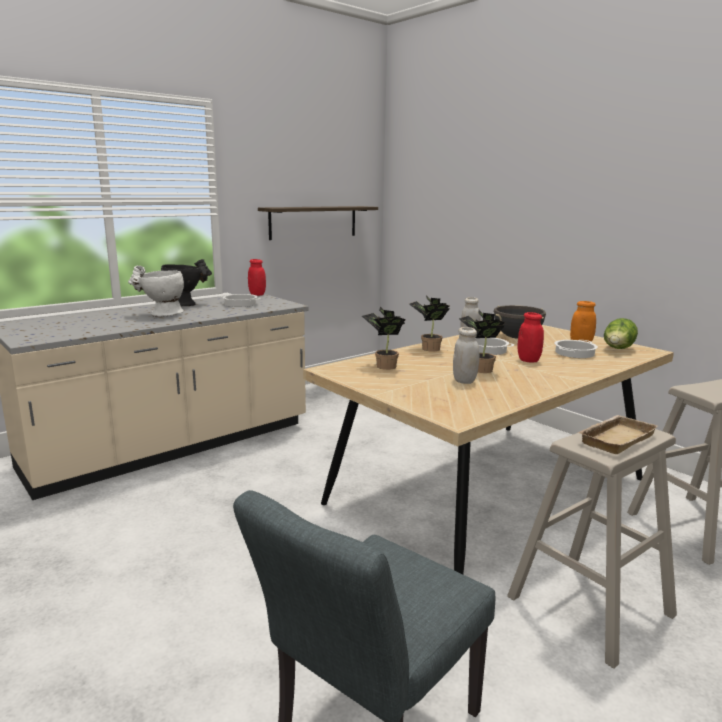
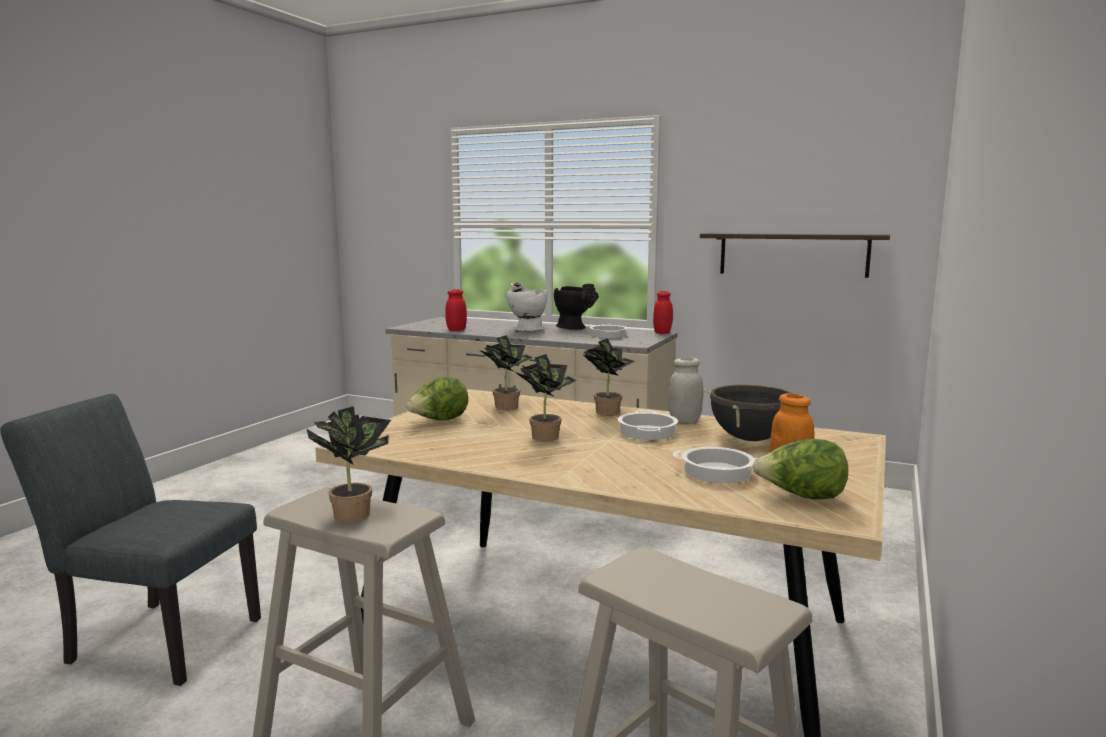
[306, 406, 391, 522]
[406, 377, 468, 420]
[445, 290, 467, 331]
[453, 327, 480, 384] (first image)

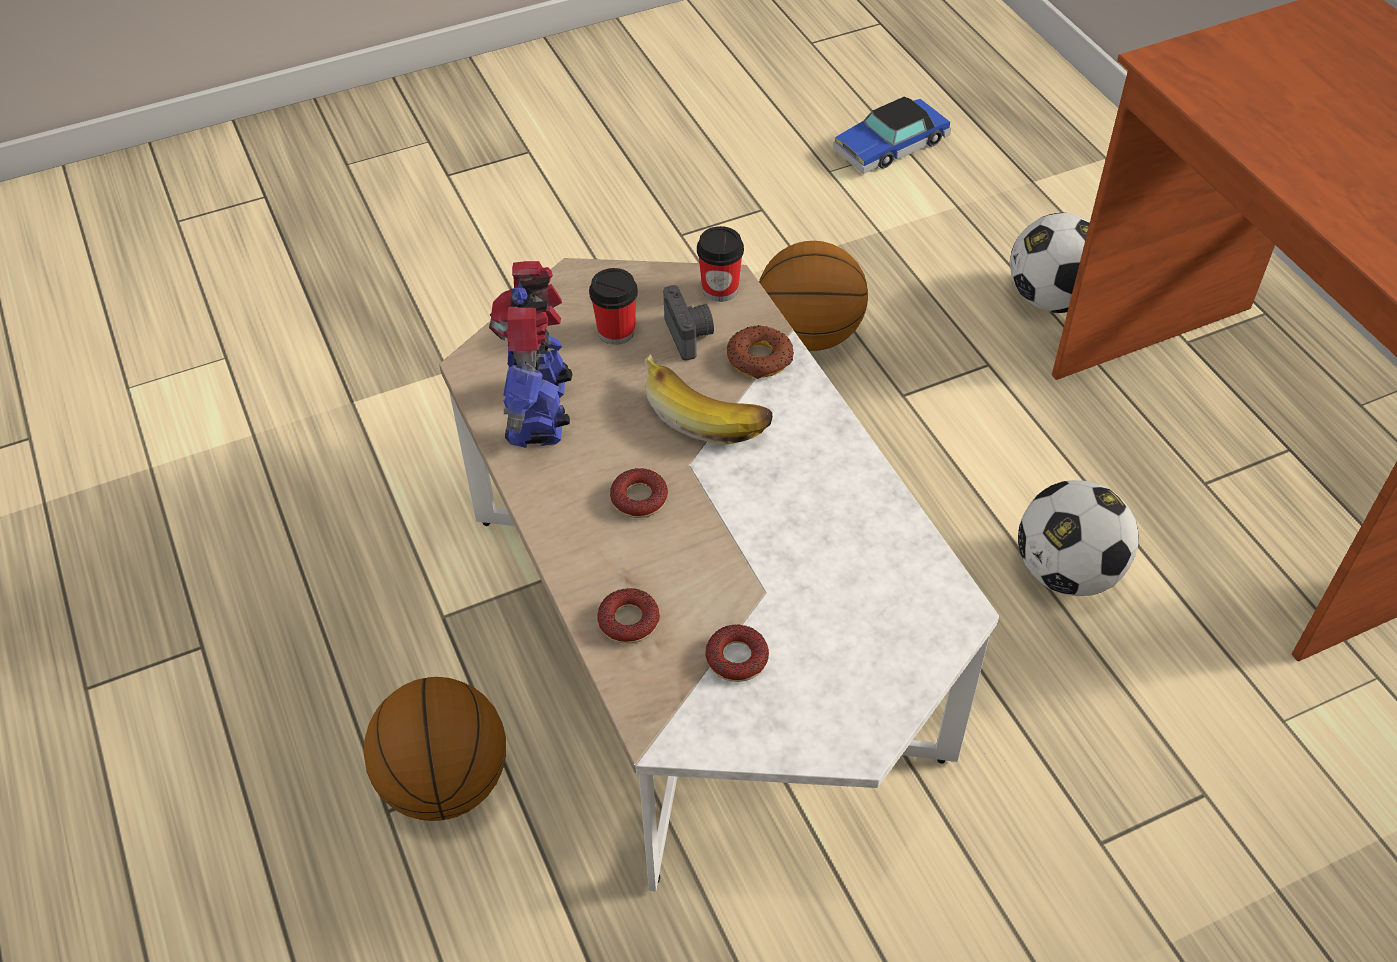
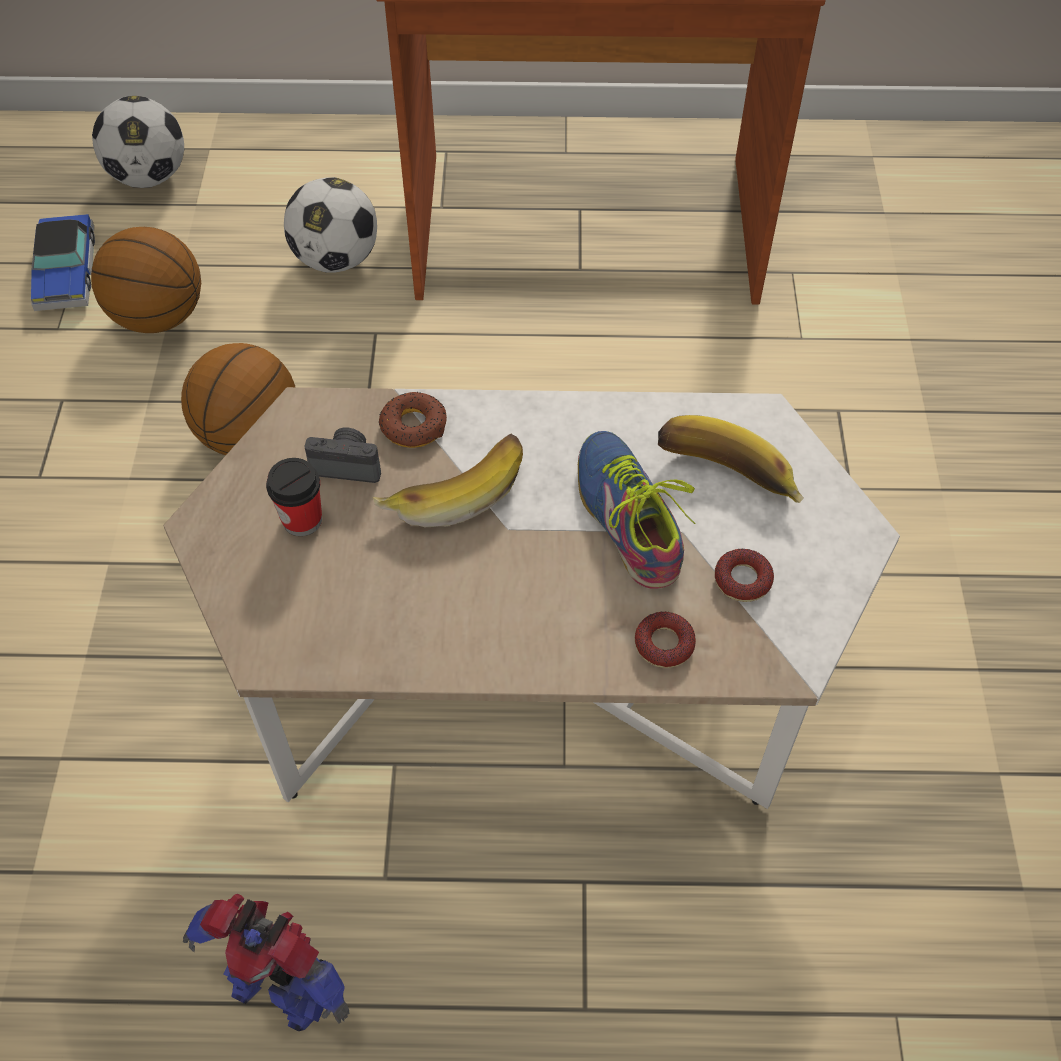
[91, 227, 201, 333]
[92, 96, 184, 188]
[183, 894, 349, 1031]
[578, 431, 695, 589]
[658, 415, 804, 503]
[610, 468, 668, 518] (first image)
[697, 226, 744, 302] (first image)

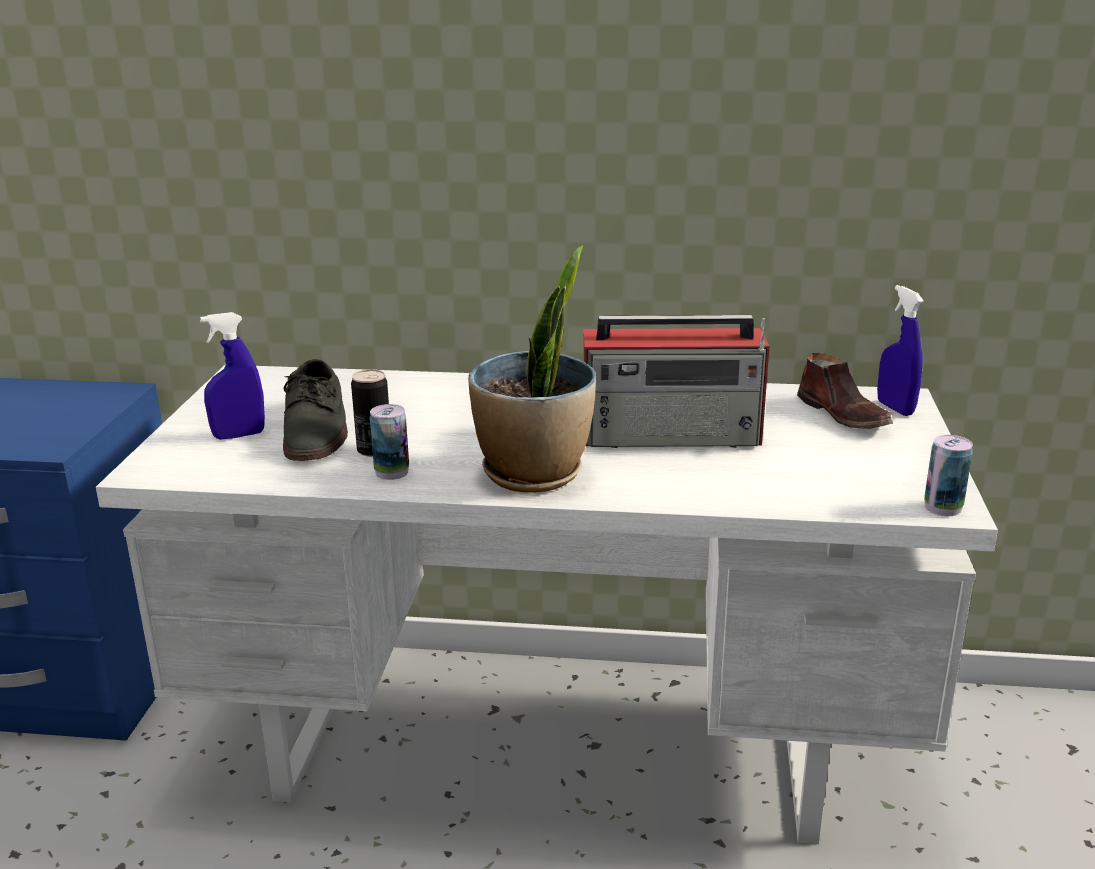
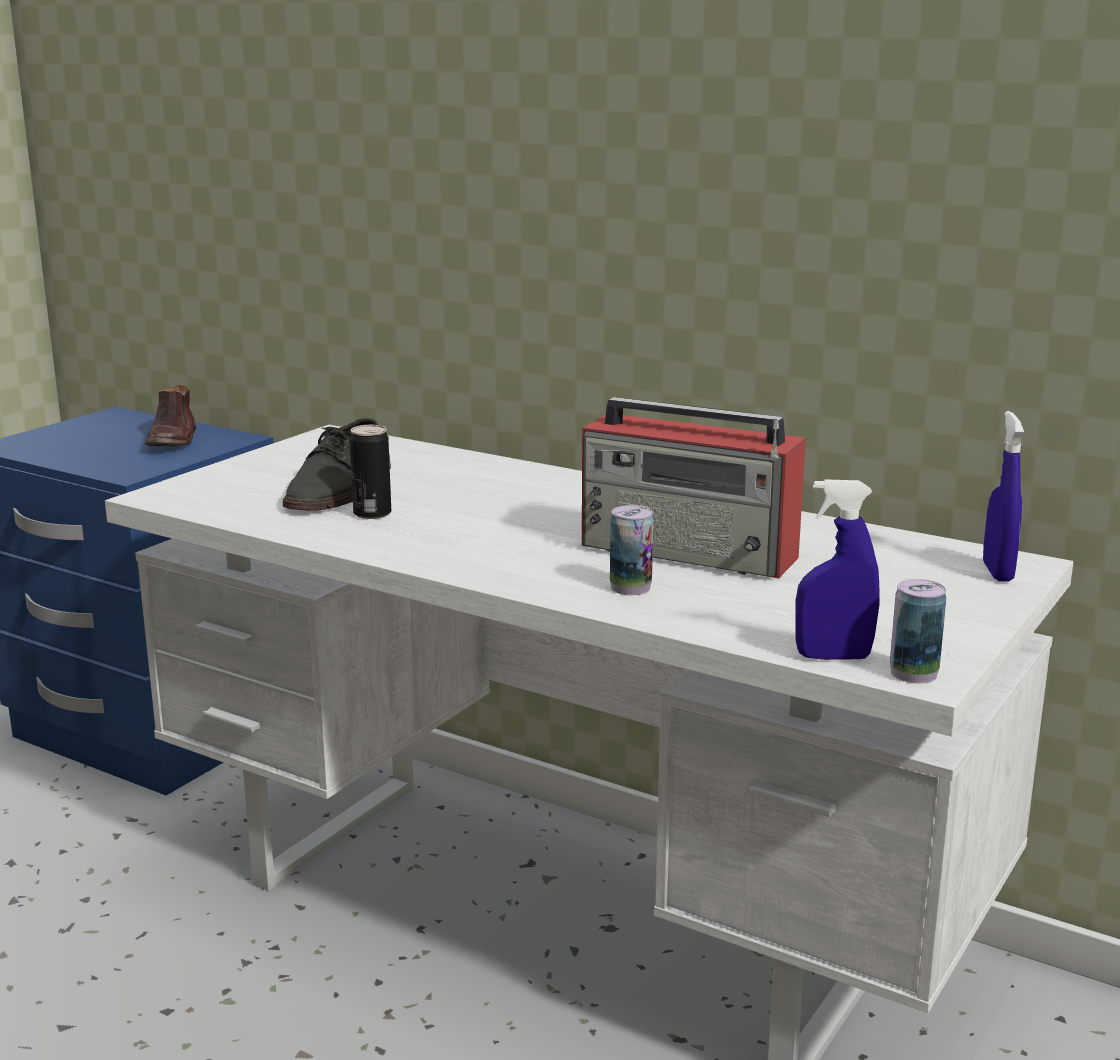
[144, 385, 196, 447]
[610, 505, 653, 595]
[795, 479, 879, 660]
[468, 245, 596, 493] (first image)

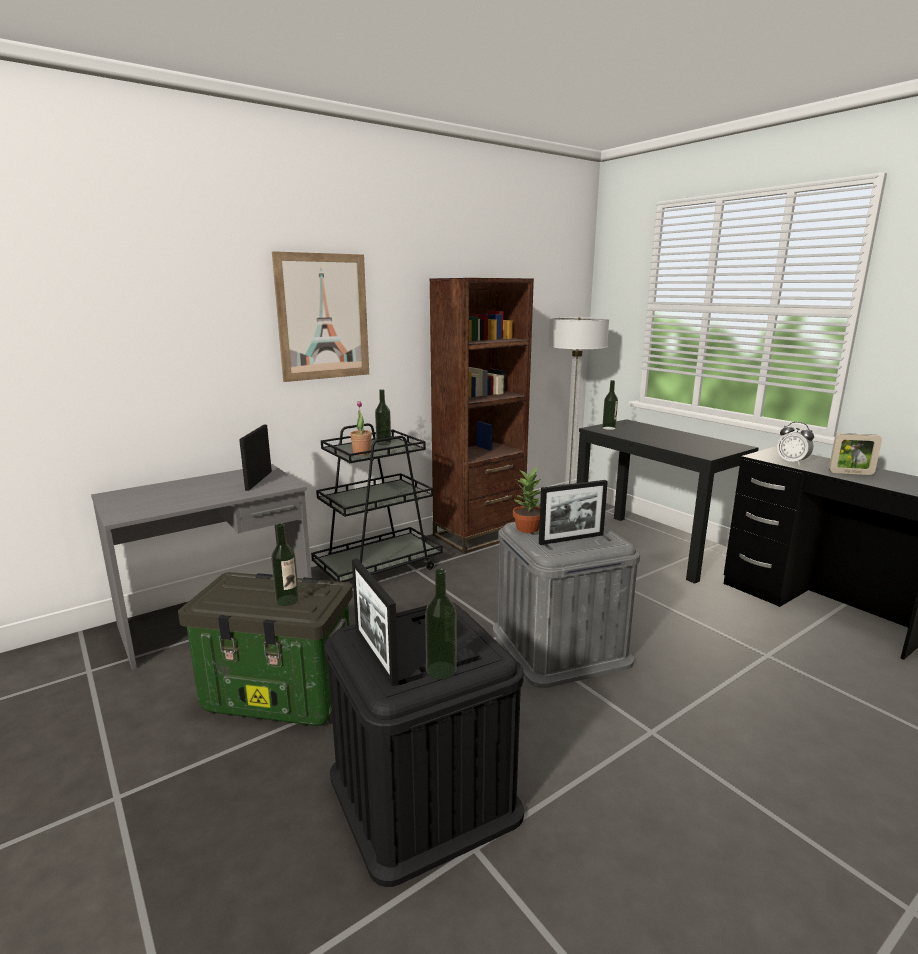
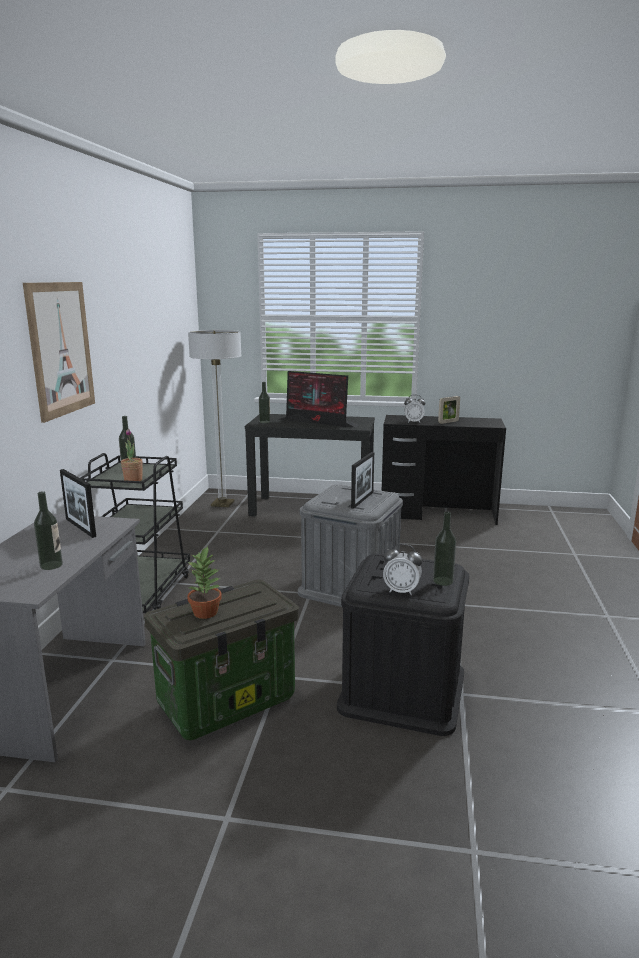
[34, 491, 63, 570]
[187, 546, 222, 619]
[278, 371, 359, 427]
[383, 544, 422, 595]
[429, 278, 534, 554] (first image)

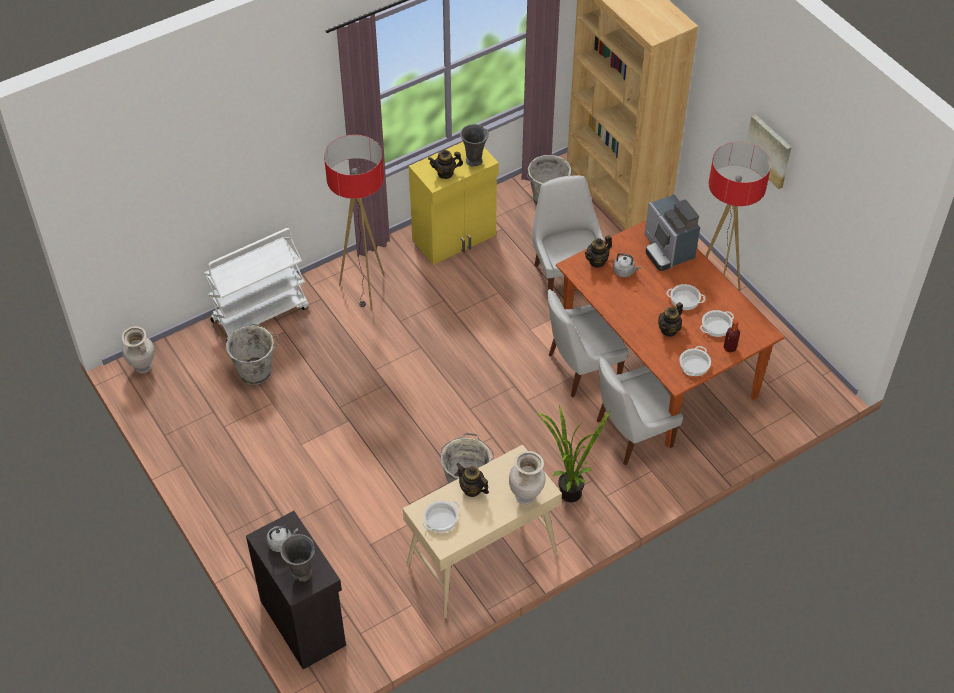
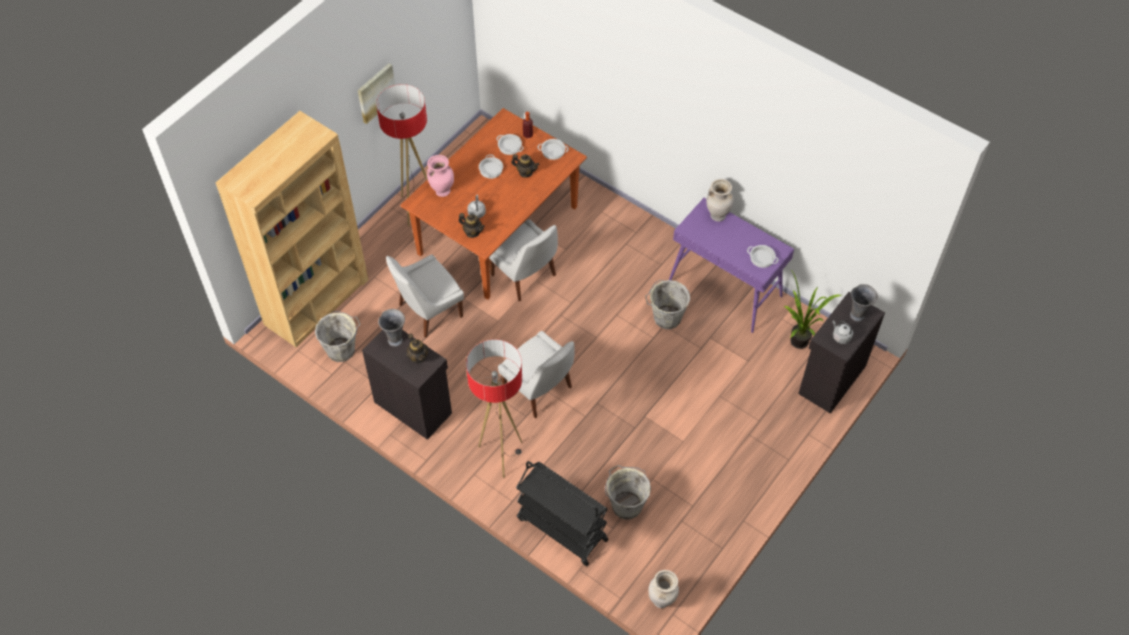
[362, 330, 452, 440]
[427, 155, 454, 197]
[498, 331, 575, 418]
[516, 461, 609, 566]
[669, 198, 794, 333]
[784, 269, 841, 349]
[456, 463, 489, 497] (first image)

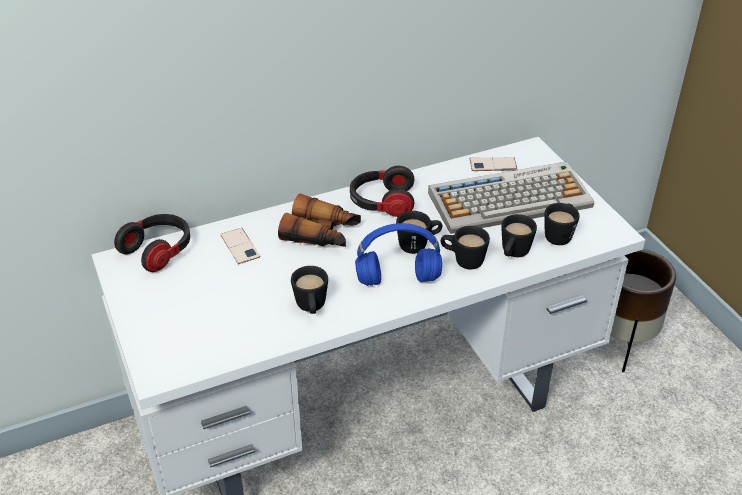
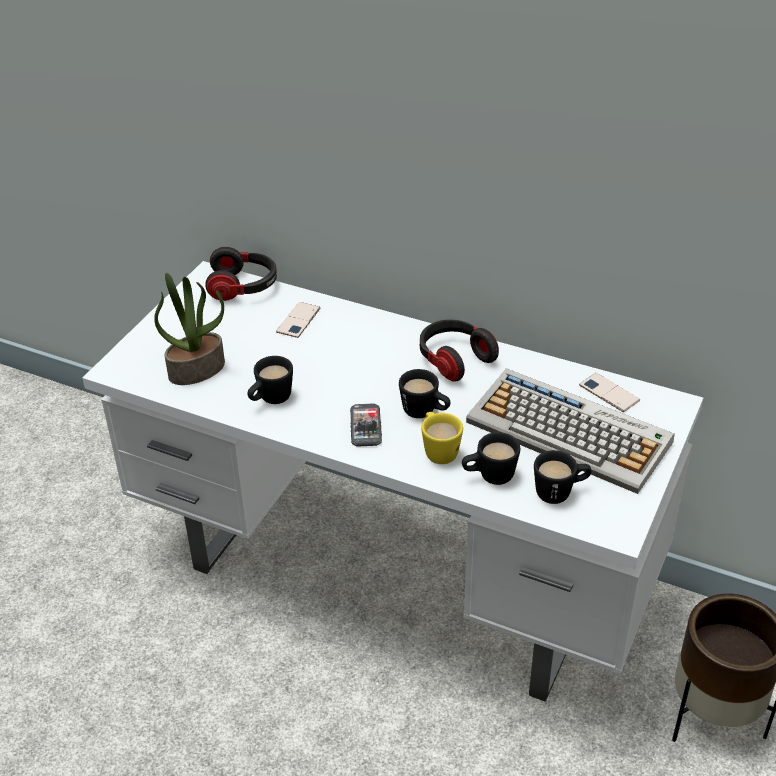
[154, 273, 225, 385]
[350, 404, 382, 446]
[421, 412, 463, 464]
[278, 194, 361, 247] (first image)

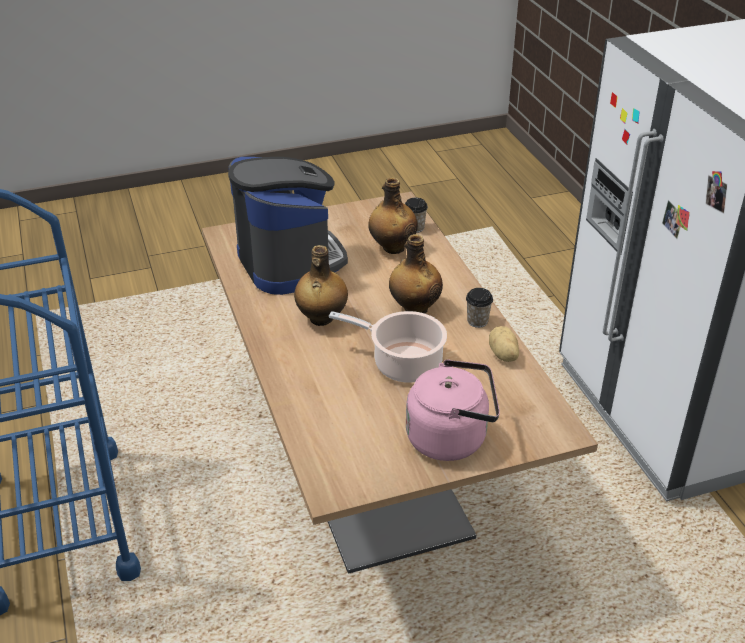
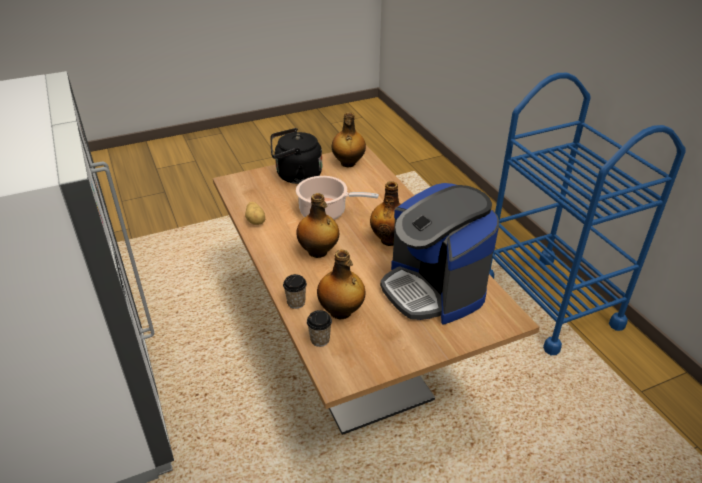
[270, 128, 322, 184]
[283, 274, 307, 309]
[332, 112, 366, 168]

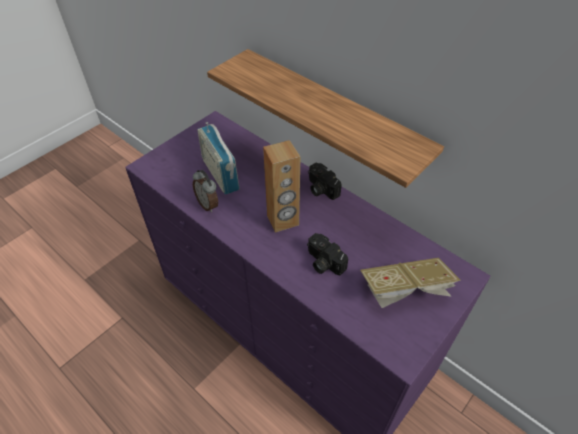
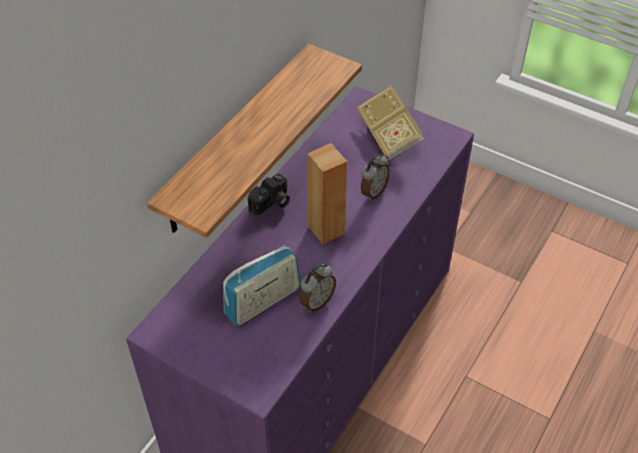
[361, 154, 390, 201]

